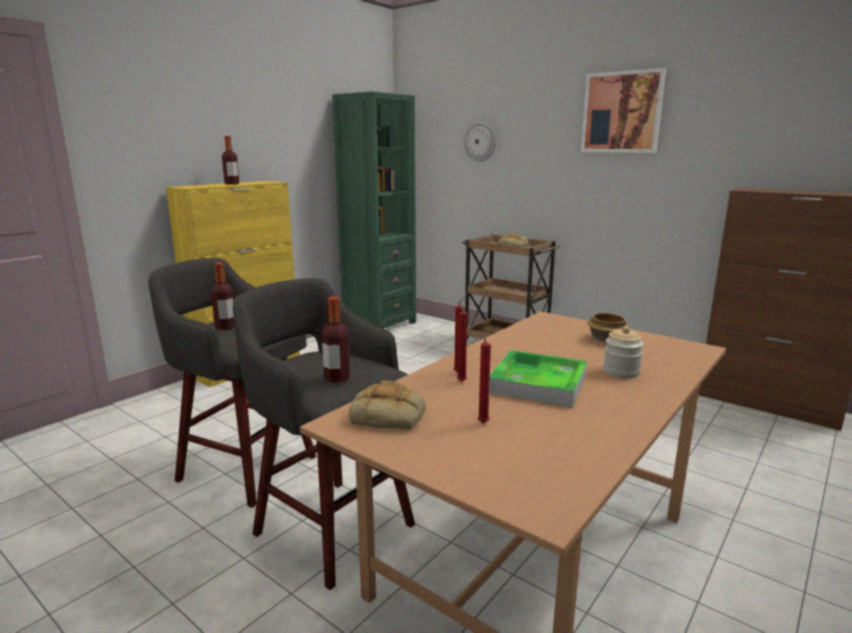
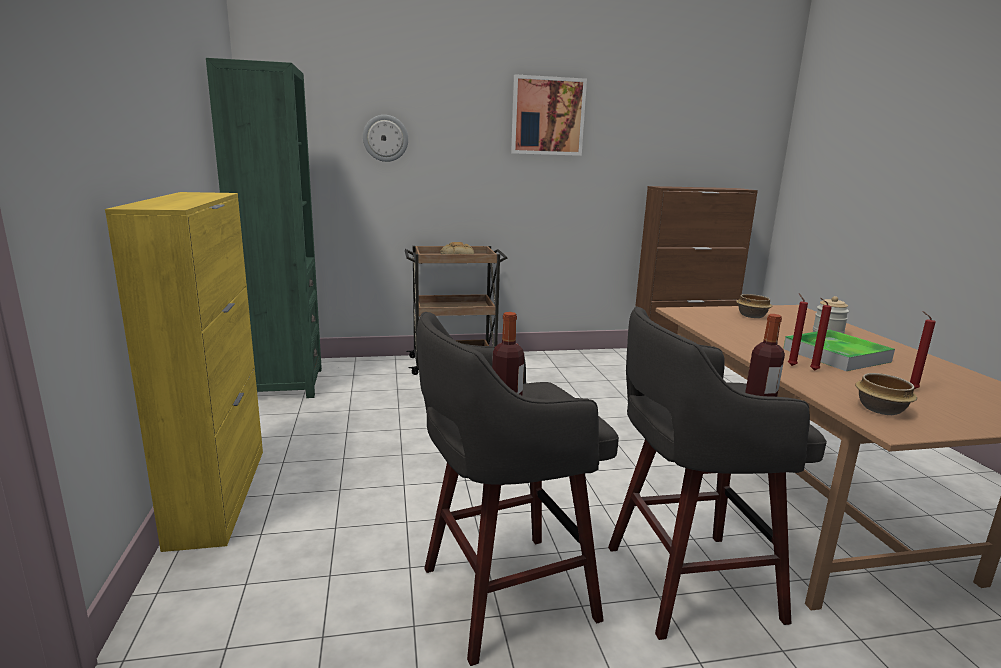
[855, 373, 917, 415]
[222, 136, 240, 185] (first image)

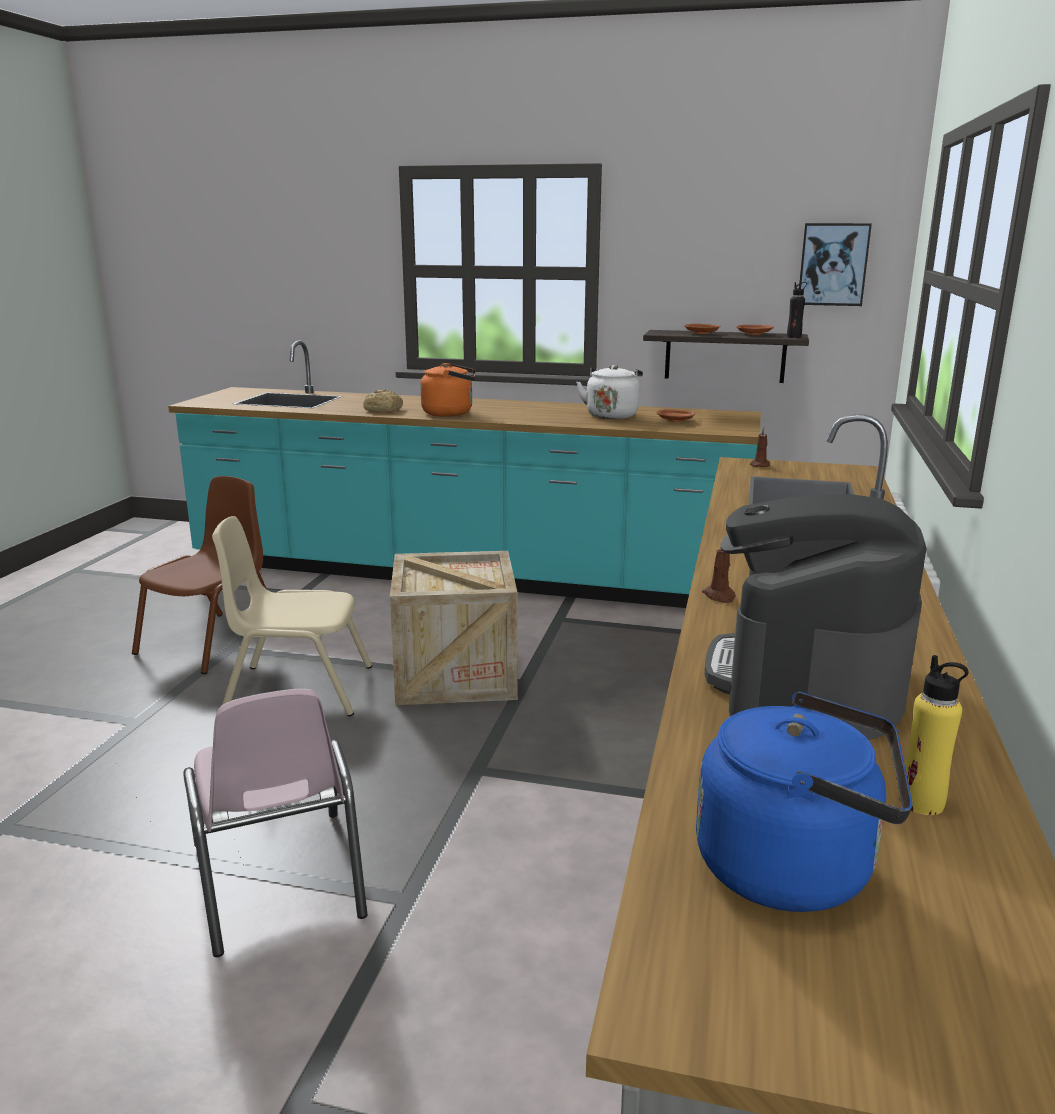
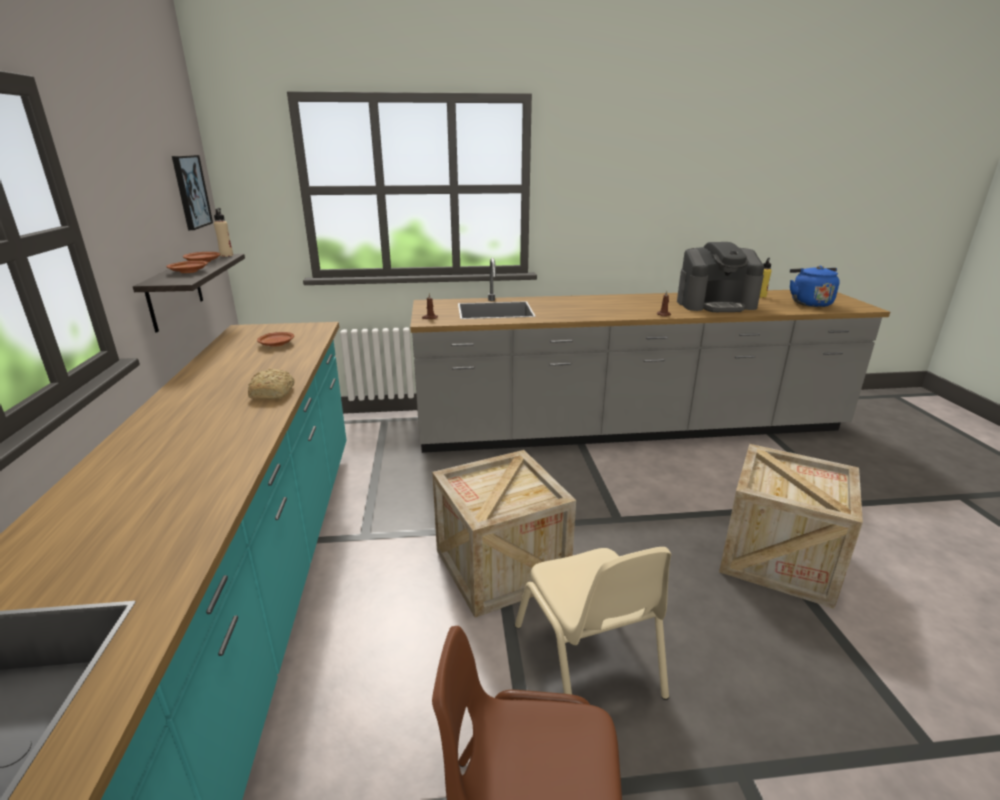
[214, 208, 233, 257]
[248, 369, 295, 400]
[719, 444, 863, 609]
[420, 363, 476, 417] (first image)
[576, 365, 643, 419] (first image)

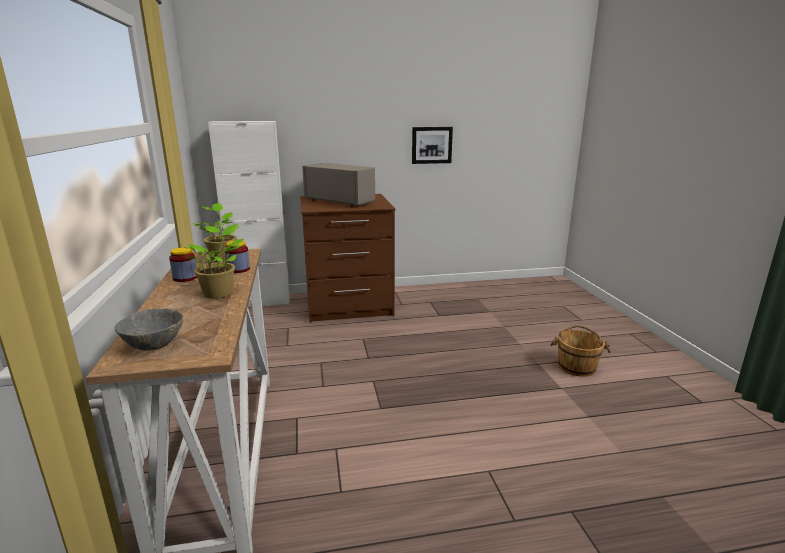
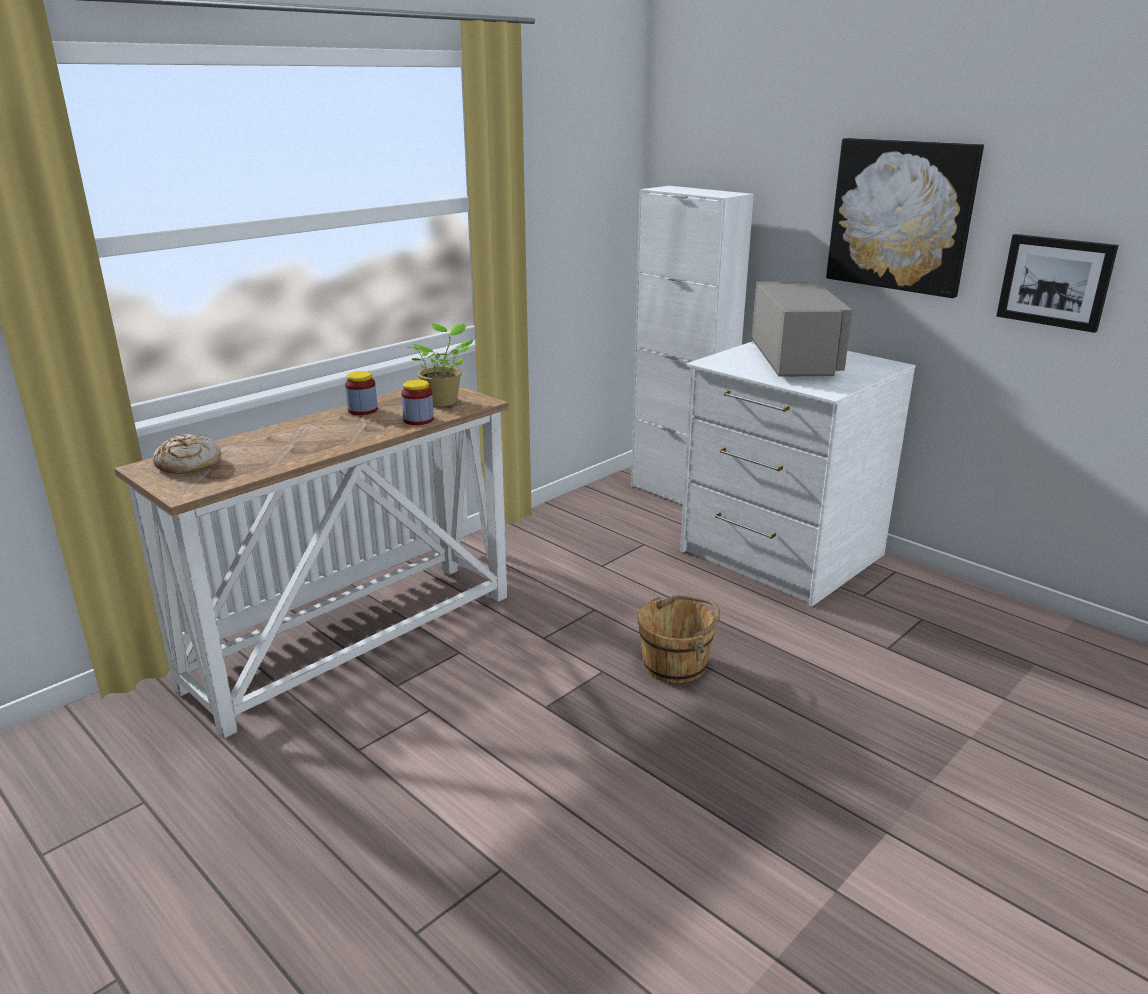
[153, 434, 221, 474]
[638, 595, 720, 683]
[680, 341, 916, 606]
[826, 138, 984, 298]
[182, 224, 244, 299] (first image)

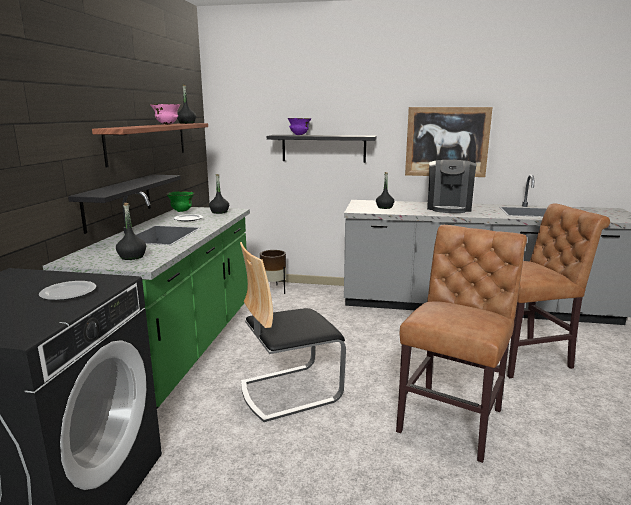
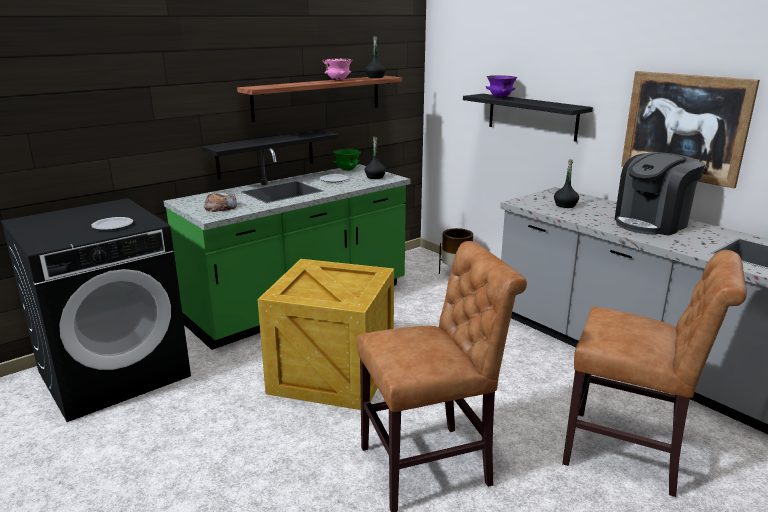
[204, 192, 237, 212]
[257, 259, 394, 410]

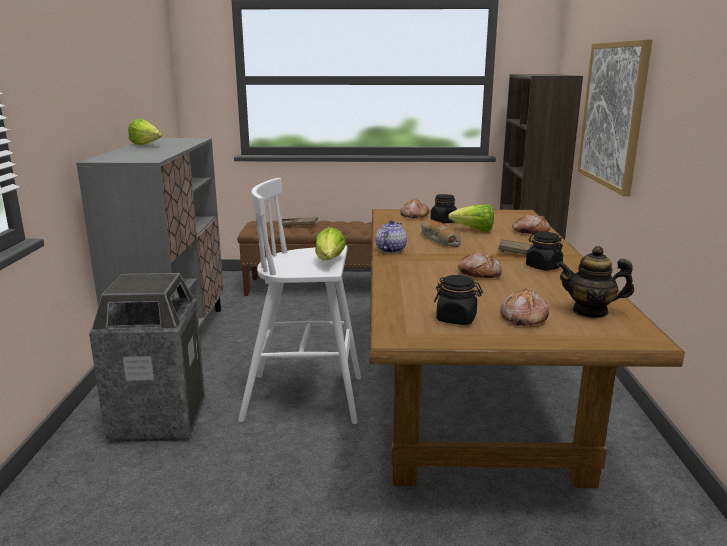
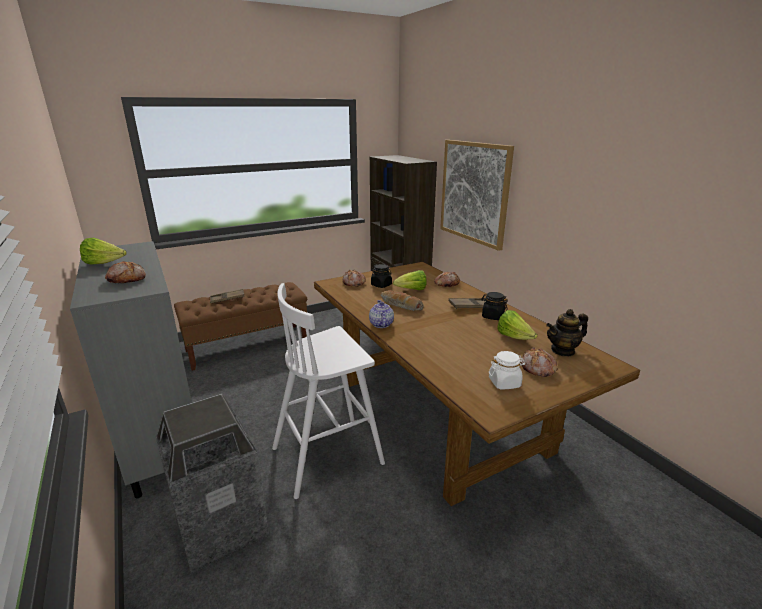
[105, 261, 146, 283]
[489, 351, 525, 389]
[497, 310, 538, 340]

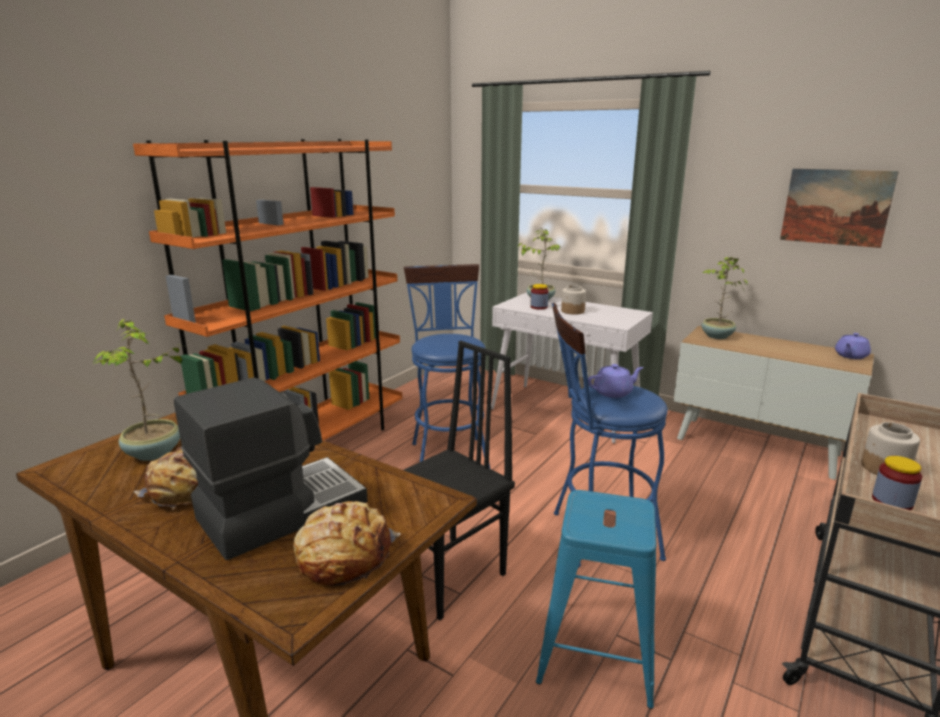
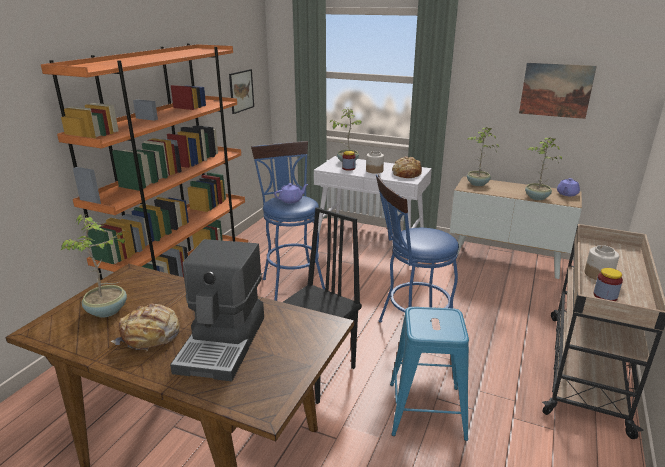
[170, 239, 264, 381]
[229, 69, 254, 114]
[274, 183, 308, 203]
[392, 156, 422, 178]
[525, 137, 562, 200]

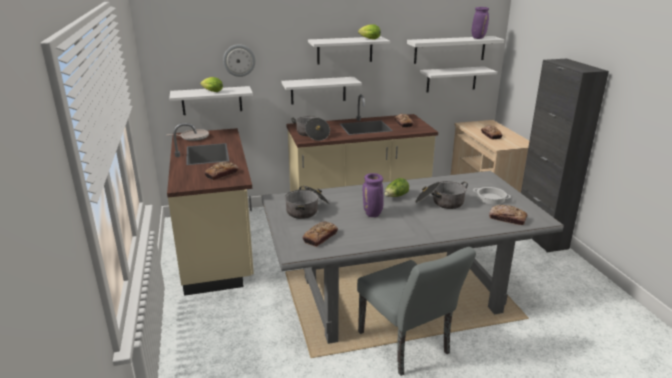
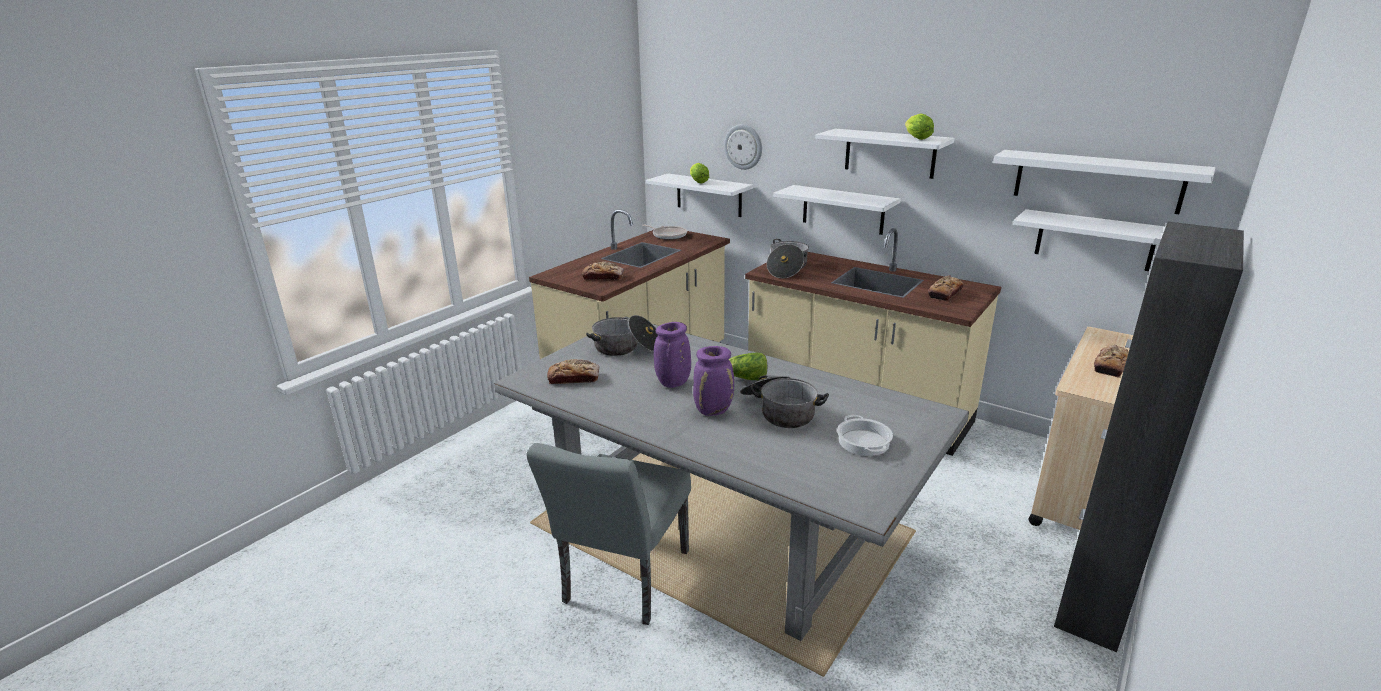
[693, 346, 734, 416]
[489, 205, 527, 225] (first image)

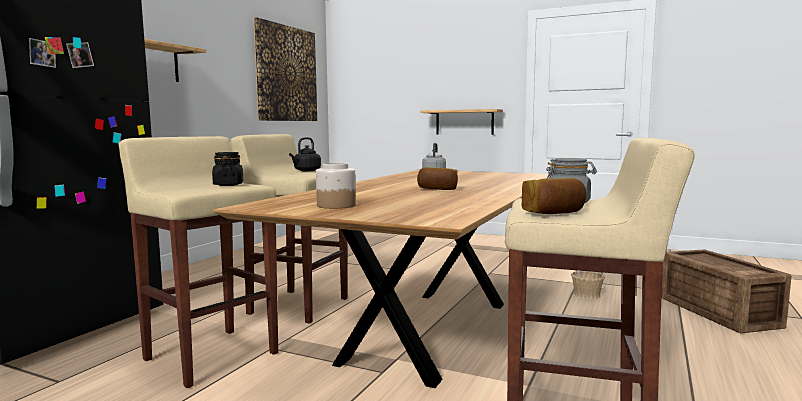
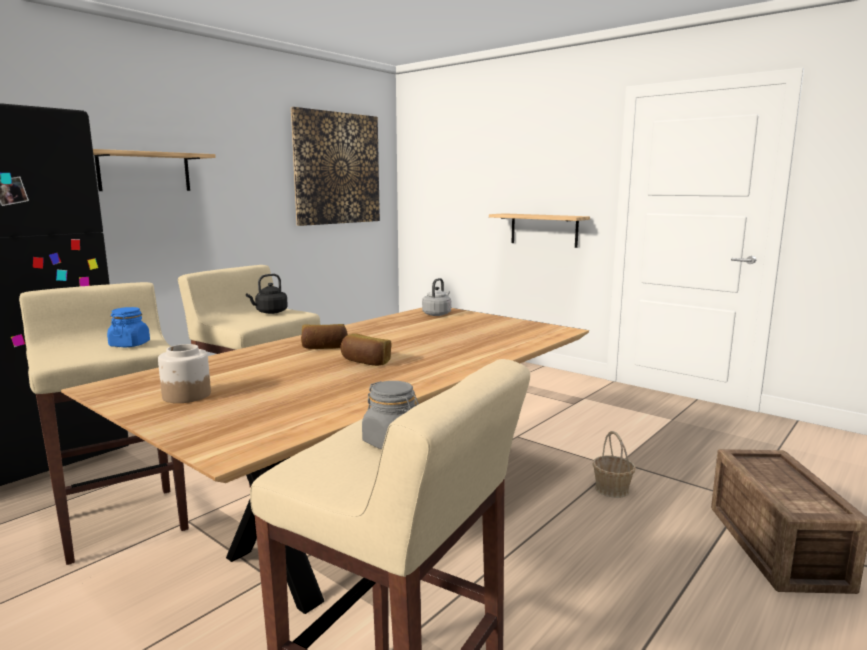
[107, 307, 150, 347]
[301, 324, 348, 349]

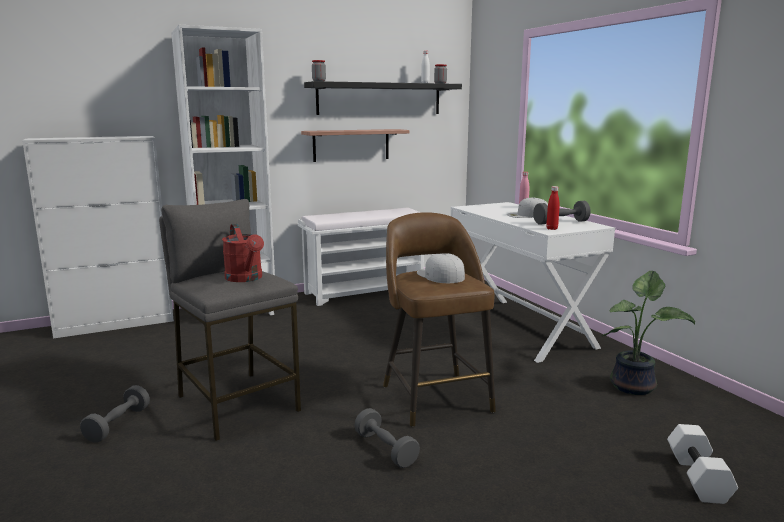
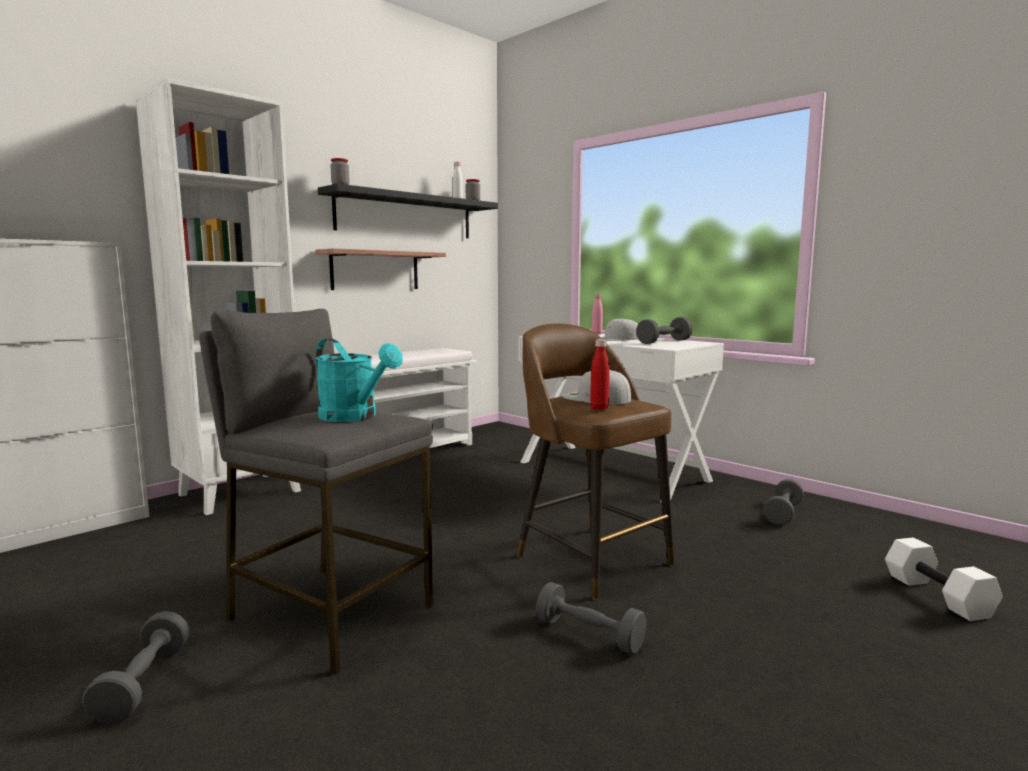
[316, 338, 403, 422]
[590, 339, 610, 410]
[763, 479, 804, 525]

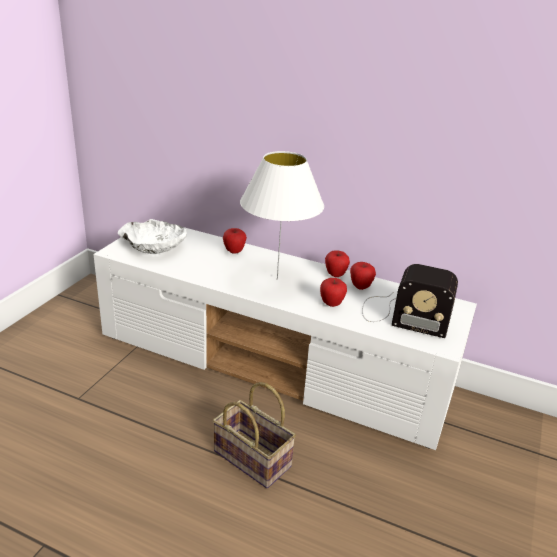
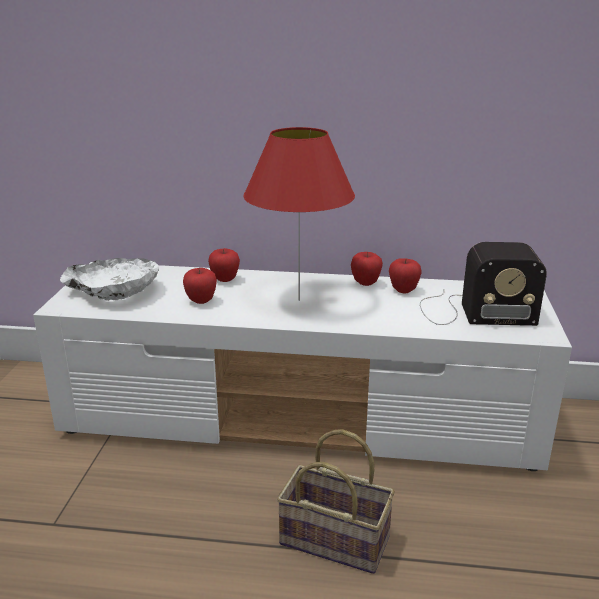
[183, 268, 217, 304]
[243, 127, 355, 301]

